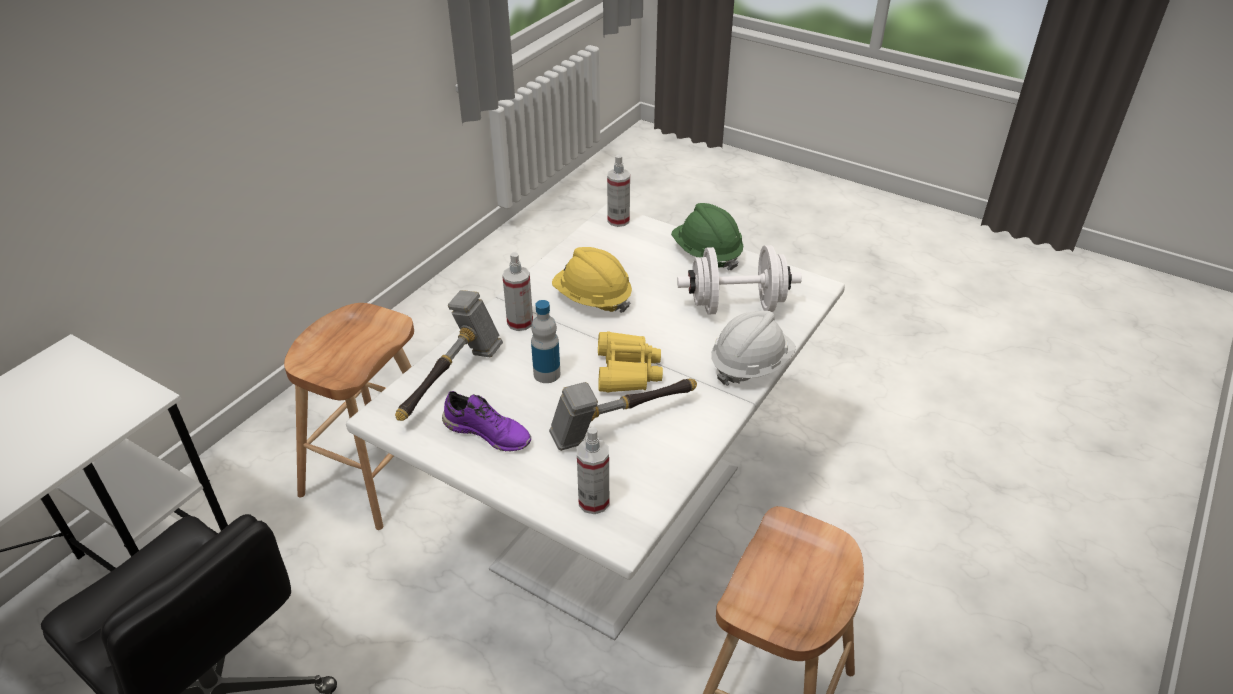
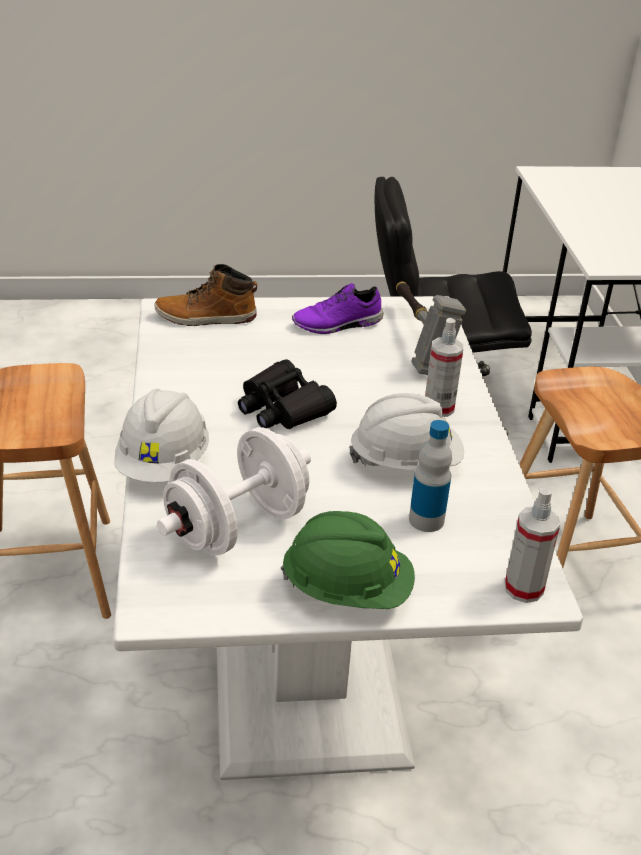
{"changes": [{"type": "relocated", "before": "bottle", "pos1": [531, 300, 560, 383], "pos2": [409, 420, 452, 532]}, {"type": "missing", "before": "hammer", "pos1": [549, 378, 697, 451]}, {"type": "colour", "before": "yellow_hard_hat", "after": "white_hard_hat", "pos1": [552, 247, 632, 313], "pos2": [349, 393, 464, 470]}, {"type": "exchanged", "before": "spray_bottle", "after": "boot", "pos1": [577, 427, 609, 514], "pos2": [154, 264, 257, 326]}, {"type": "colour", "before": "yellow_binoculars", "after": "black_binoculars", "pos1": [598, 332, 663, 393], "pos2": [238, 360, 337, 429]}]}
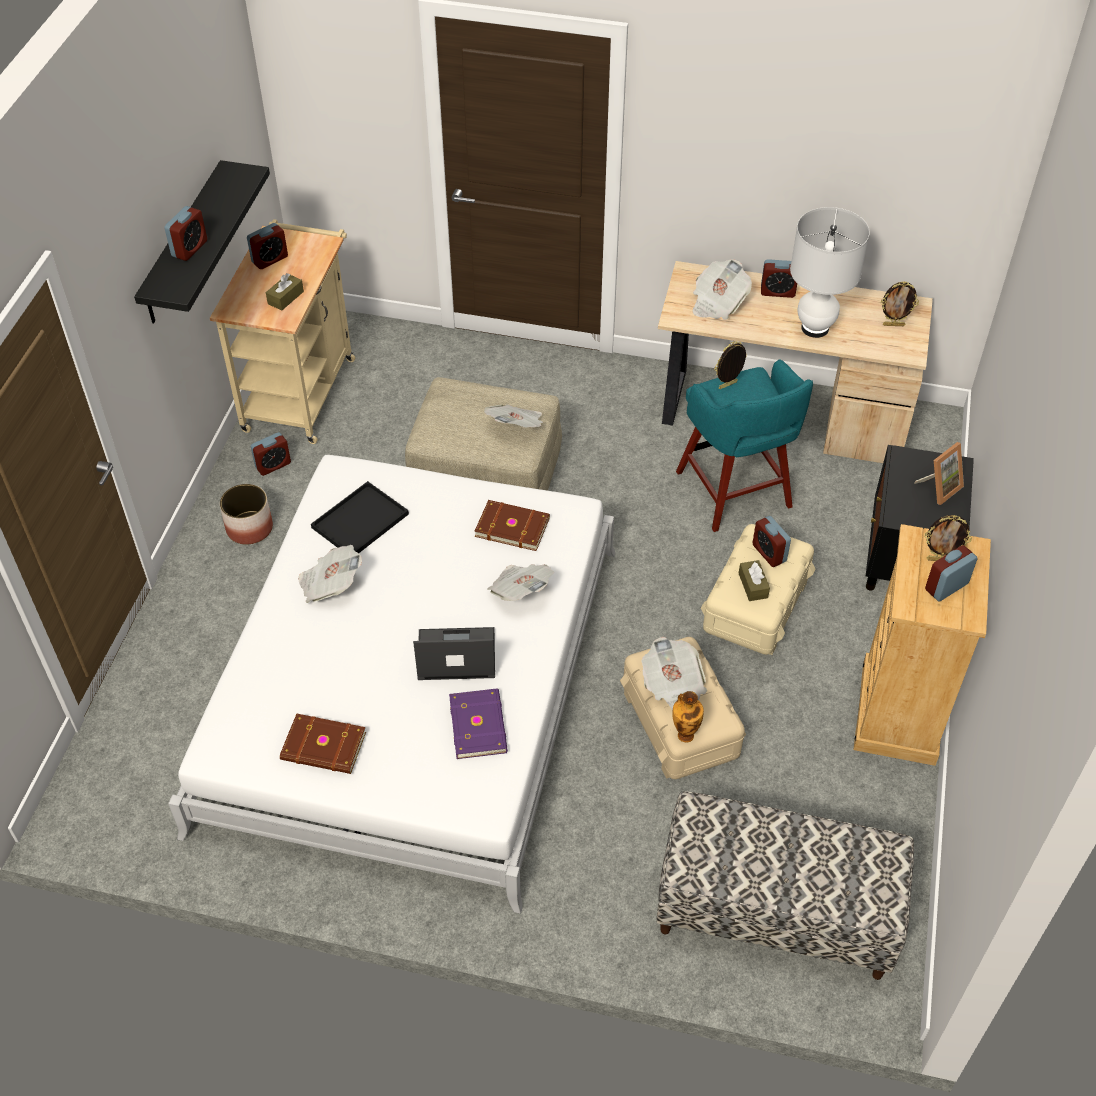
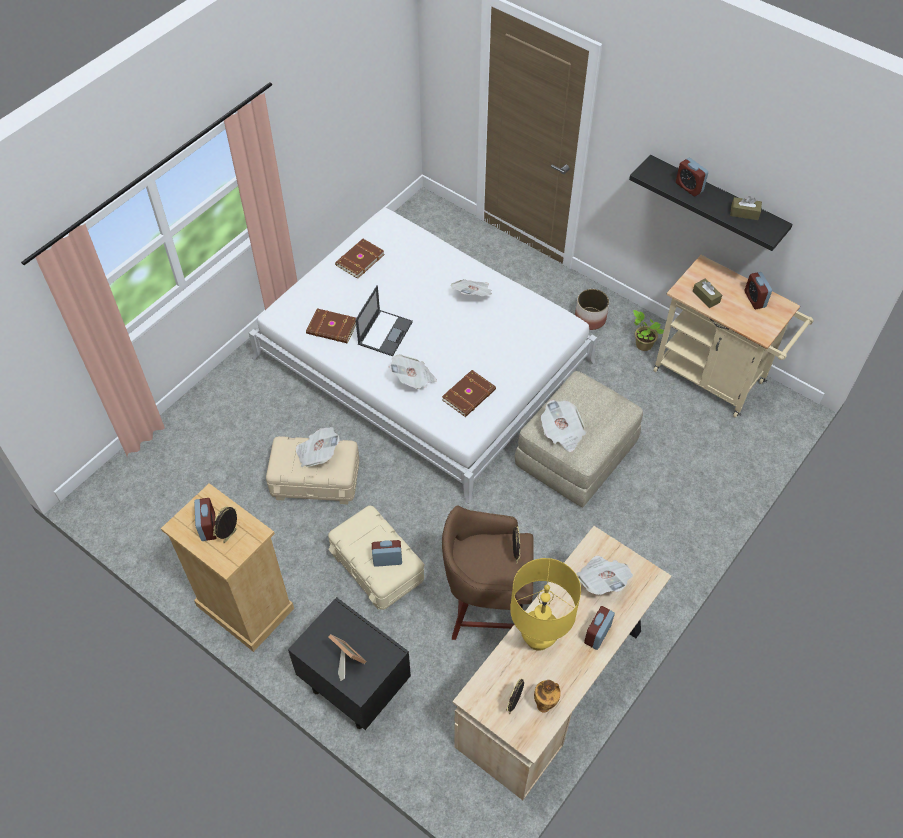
{"changes": [{"type": "exchanged", "before": "alarm_clock", "after": "potted_plant", "pos1": [251, 432, 291, 476], "pos2": [633, 310, 664, 351]}, {"type": "missing", "before": "black_tray", "pos1": [311, 481, 409, 553]}, {"type": "colour", "before": "purple_book", "after": "brown_book", "pos1": [449, 689, 508, 759], "pos2": [306, 308, 356, 344]}, {"type": "missing", "before": "bench", "pos1": [656, 791, 914, 980]}, {"type": "relocated", "before": "vase", "pos1": [672, 691, 704, 743], "pos2": [534, 680, 561, 712]}, {"type": "colour", "before": "turquoise_stool", "after": "brown_stool", "pos1": [676, 359, 813, 532], "pos2": [442, 505, 534, 640]}, {"type": "relocated", "before": "brown_tissue_box", "pos1": [739, 560, 770, 601], "pos2": [730, 196, 762, 220]}, {"type": "colour", "before": "white_table_lamp", "after": "yellow_table_lamp", "pos1": [790, 207, 870, 338], "pos2": [510, 558, 581, 651]}, {"type": "spun", "before": "picture_frame", "pos1": [914, 442, 964, 505], "pos2": [328, 634, 367, 681], "turn": 150}]}
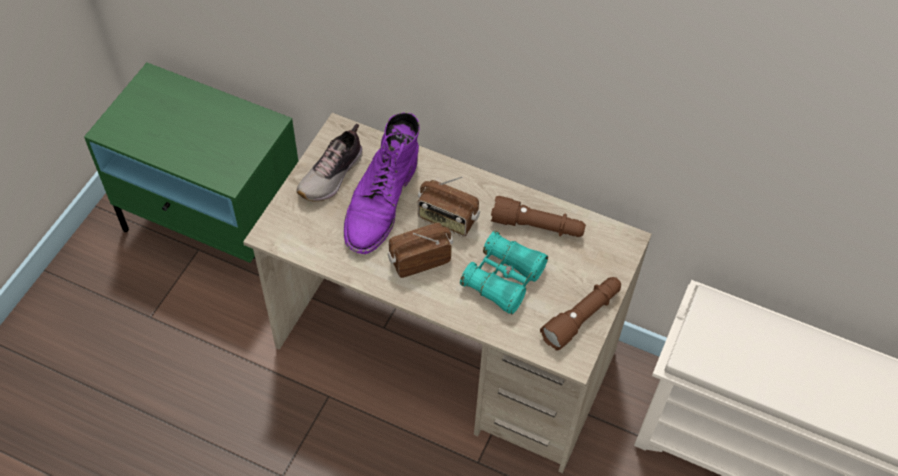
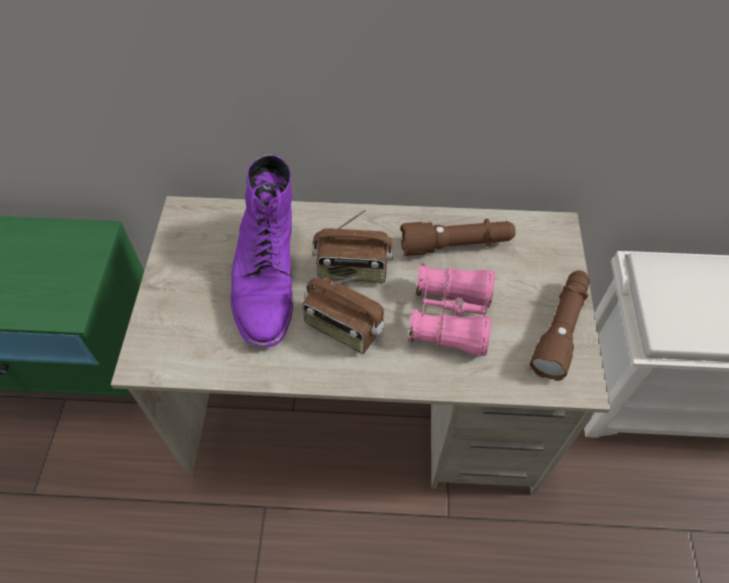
{"changes": [{"type": "missing", "before": "shoe", "pos1": [296, 123, 363, 202]}, {"type": "spun", "before": "radio", "pos1": [388, 223, 453, 278], "pos2": [302, 276, 384, 354], "turn": -105}, {"type": "colour", "before": "turquoise_binoculars", "after": "pink_binoculars", "pos1": [460, 231, 548, 314], "pos2": [408, 263, 495, 356]}]}
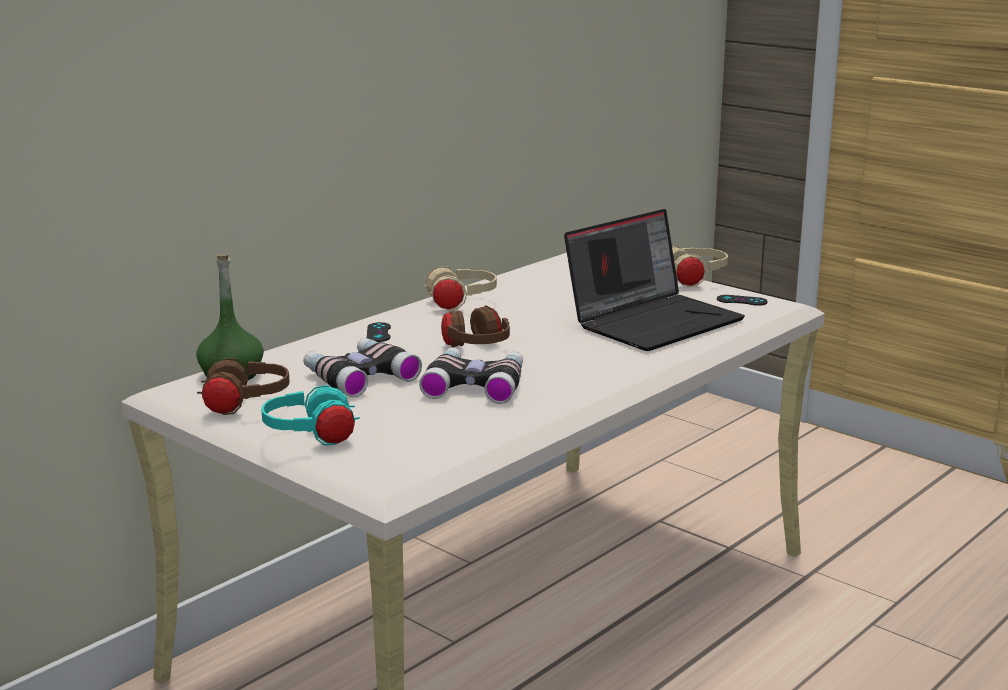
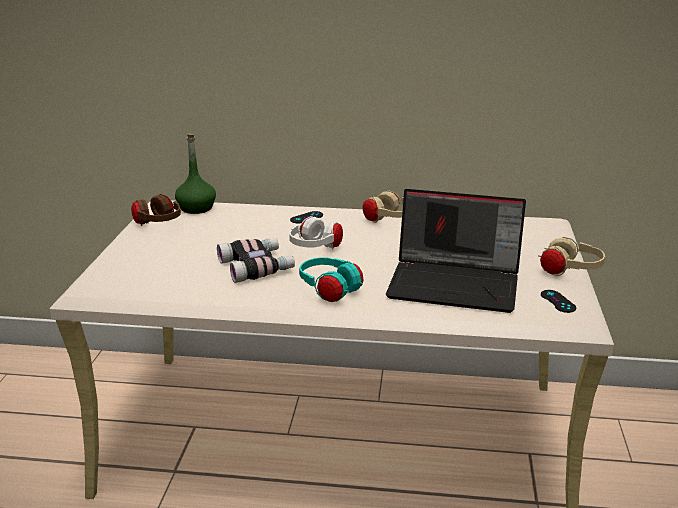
{"changes": [{"type": "relocated", "before": "turquoise_headphones", "pos1": [261, 385, 360, 445], "pos2": [299, 257, 364, 302]}, {"type": "missing", "before": "binoculars", "pos1": [303, 338, 422, 397]}, {"type": "colour", "before": "brown_headphones", "after": "white_headphones", "pos1": [441, 305, 510, 348], "pos2": [289, 216, 343, 250]}]}
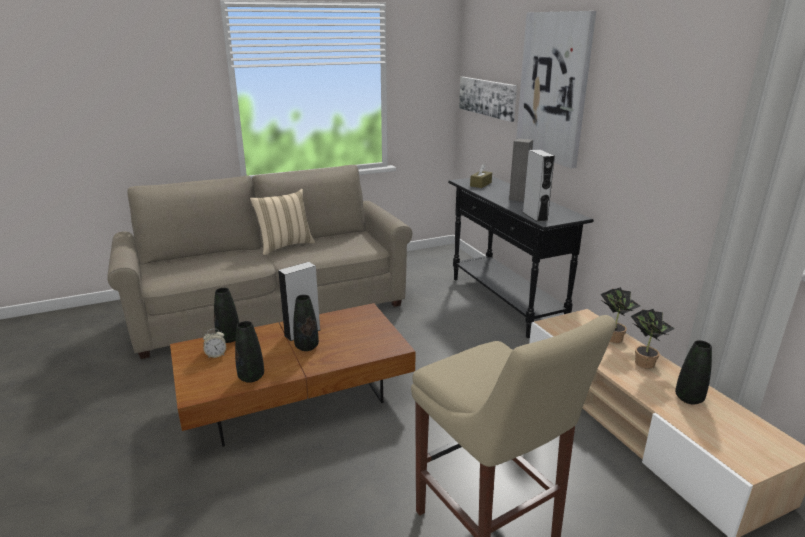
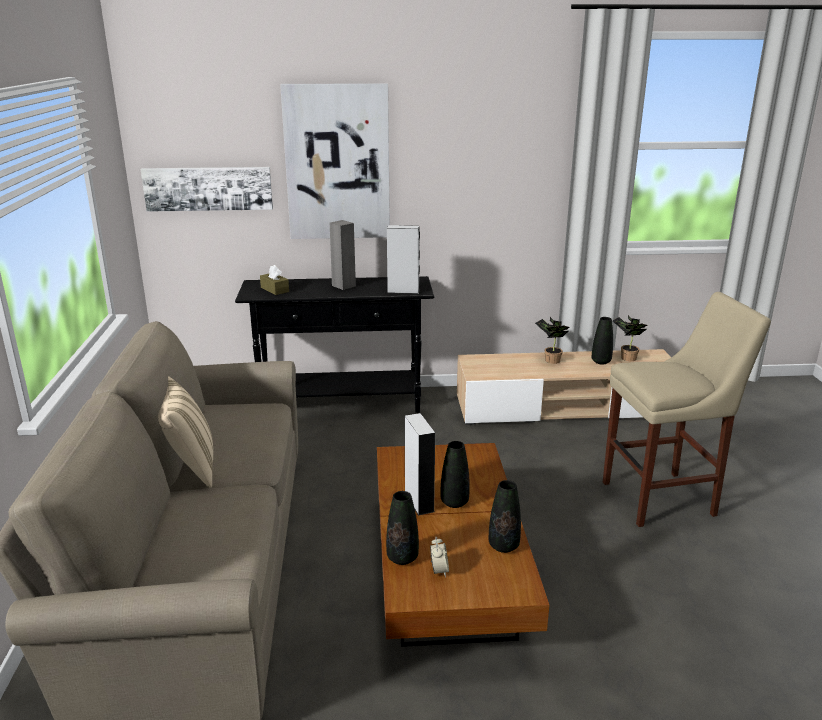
{"changes": [{"type": "relocated", "before": "potted_plant", "pos1": [601, 287, 640, 343], "pos2": [613, 315, 647, 361]}]}
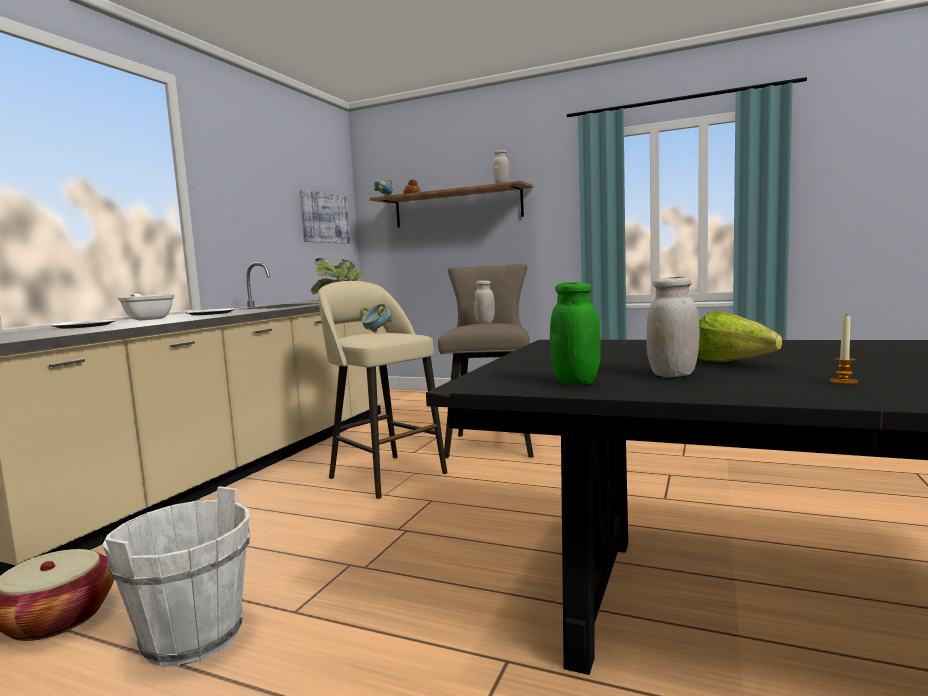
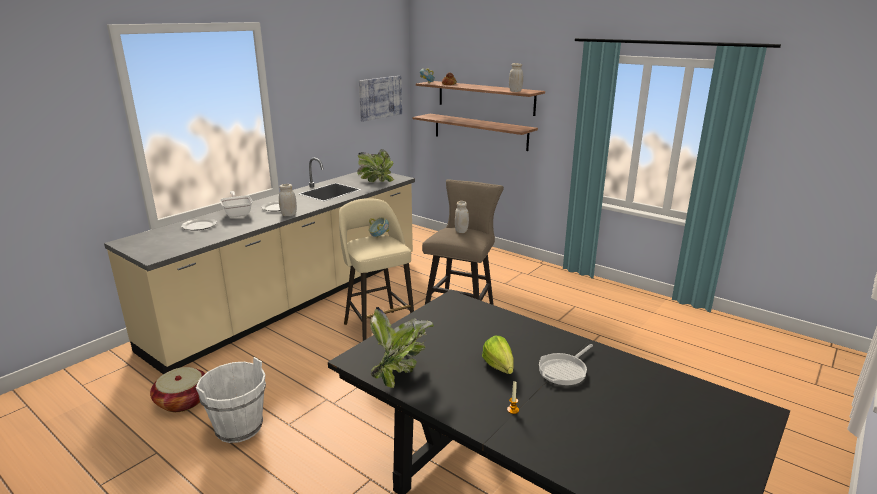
{"changes": [{"type": "exchanged", "before": "green_jar", "after": "potted_plant", "pos1": [550, 282, 601, 385], "pos2": [370, 307, 434, 388]}, {"type": "relocated", "before": "white_jar", "pos1": [646, 276, 700, 377], "pos2": [279, 184, 297, 216]}, {"type": "appeared", "after": "shelf", "pos2": [413, 114, 538, 151]}, {"type": "appeared", "after": "frying_pan", "pos2": [539, 344, 593, 385]}]}
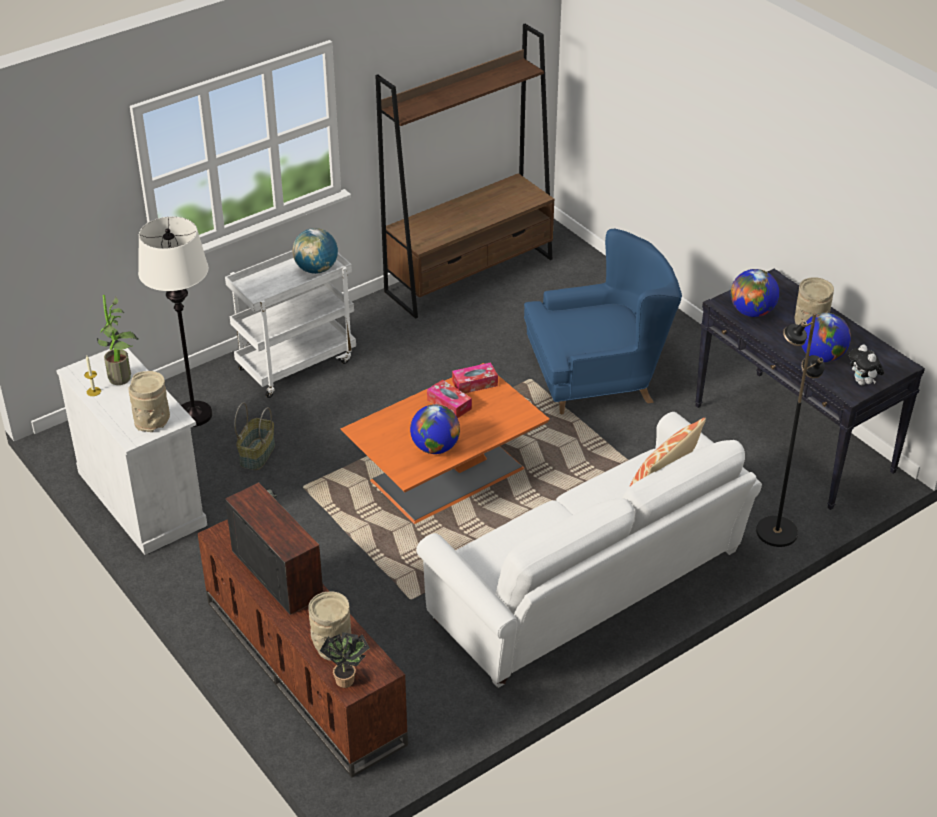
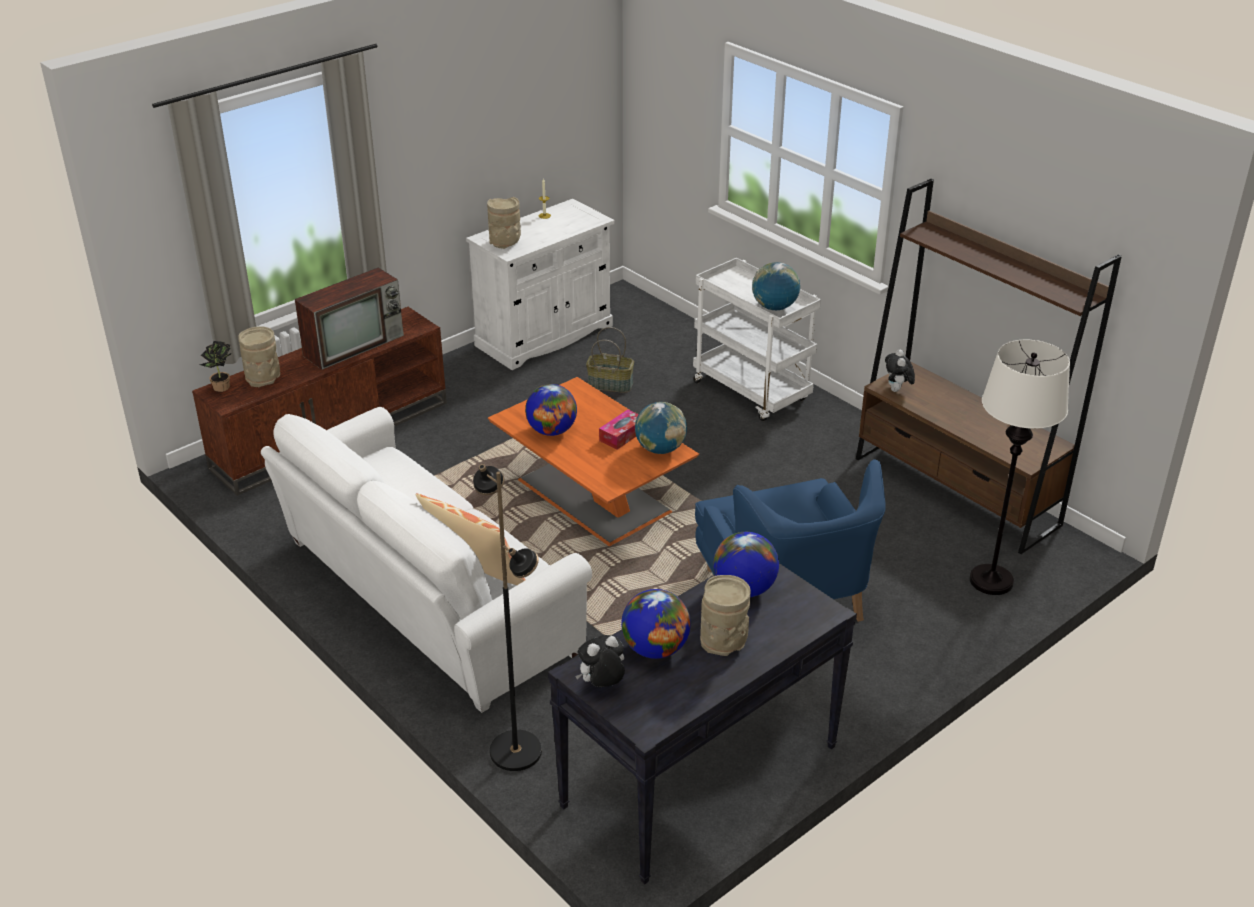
{"changes": [{"type": "missing", "before": "potted_plant", "pos1": [97, 295, 139, 385]}, {"type": "relocated", "before": "white_floor_lamp", "pos1": [138, 216, 212, 427], "pos2": [970, 340, 1070, 595]}, {"type": "exchanged", "before": "tissue_box", "after": "globe", "pos1": [452, 362, 498, 393], "pos2": [635, 402, 687, 454]}, {"type": "appeared", "after": "plush_toy", "pos2": [885, 350, 915, 392]}]}
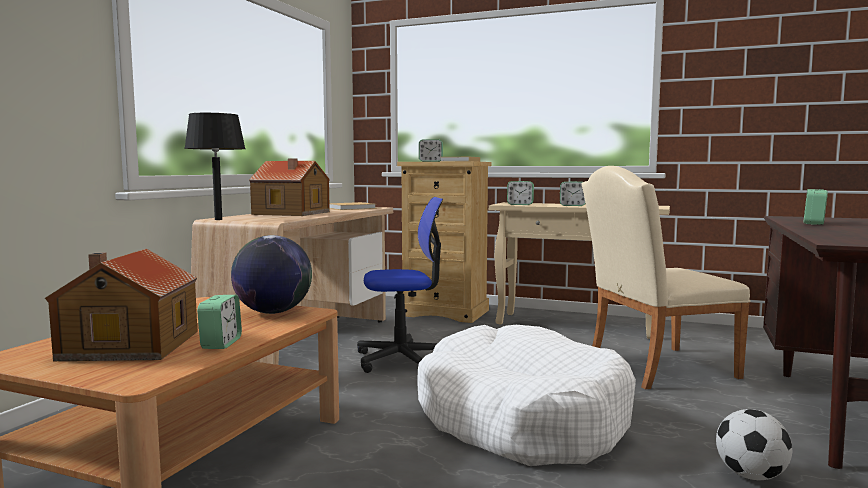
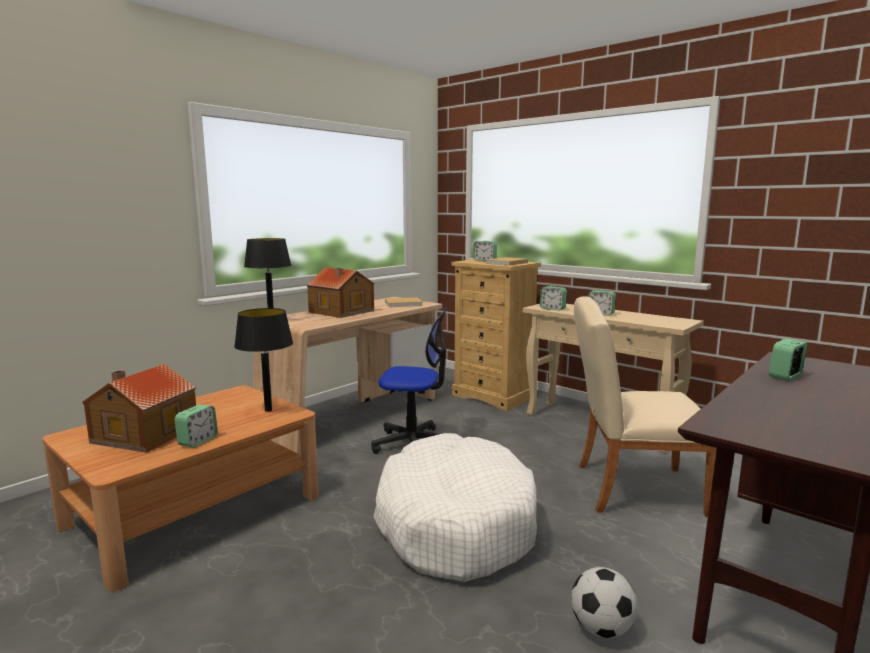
{"changes": [{"type": "exchanged", "before": "globe", "after": "black_table_lamp", "pos1": [231, 235, 312, 314], "pos2": [234, 308, 293, 412]}]}
